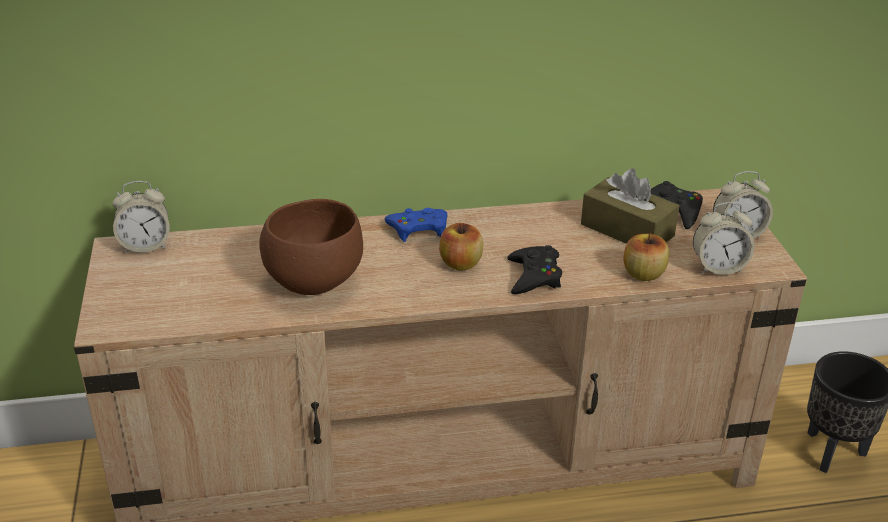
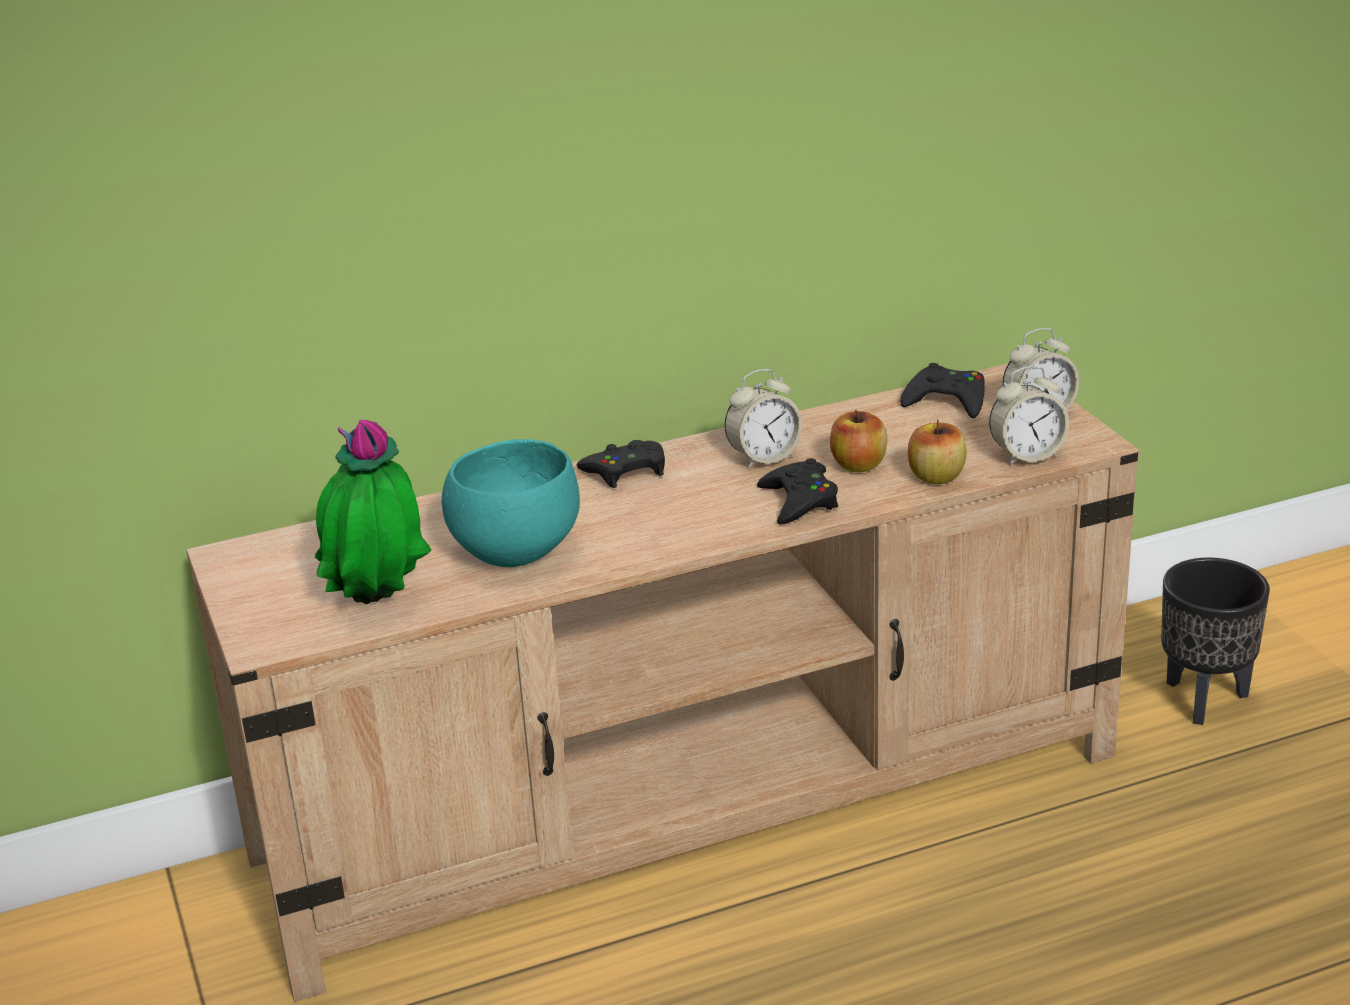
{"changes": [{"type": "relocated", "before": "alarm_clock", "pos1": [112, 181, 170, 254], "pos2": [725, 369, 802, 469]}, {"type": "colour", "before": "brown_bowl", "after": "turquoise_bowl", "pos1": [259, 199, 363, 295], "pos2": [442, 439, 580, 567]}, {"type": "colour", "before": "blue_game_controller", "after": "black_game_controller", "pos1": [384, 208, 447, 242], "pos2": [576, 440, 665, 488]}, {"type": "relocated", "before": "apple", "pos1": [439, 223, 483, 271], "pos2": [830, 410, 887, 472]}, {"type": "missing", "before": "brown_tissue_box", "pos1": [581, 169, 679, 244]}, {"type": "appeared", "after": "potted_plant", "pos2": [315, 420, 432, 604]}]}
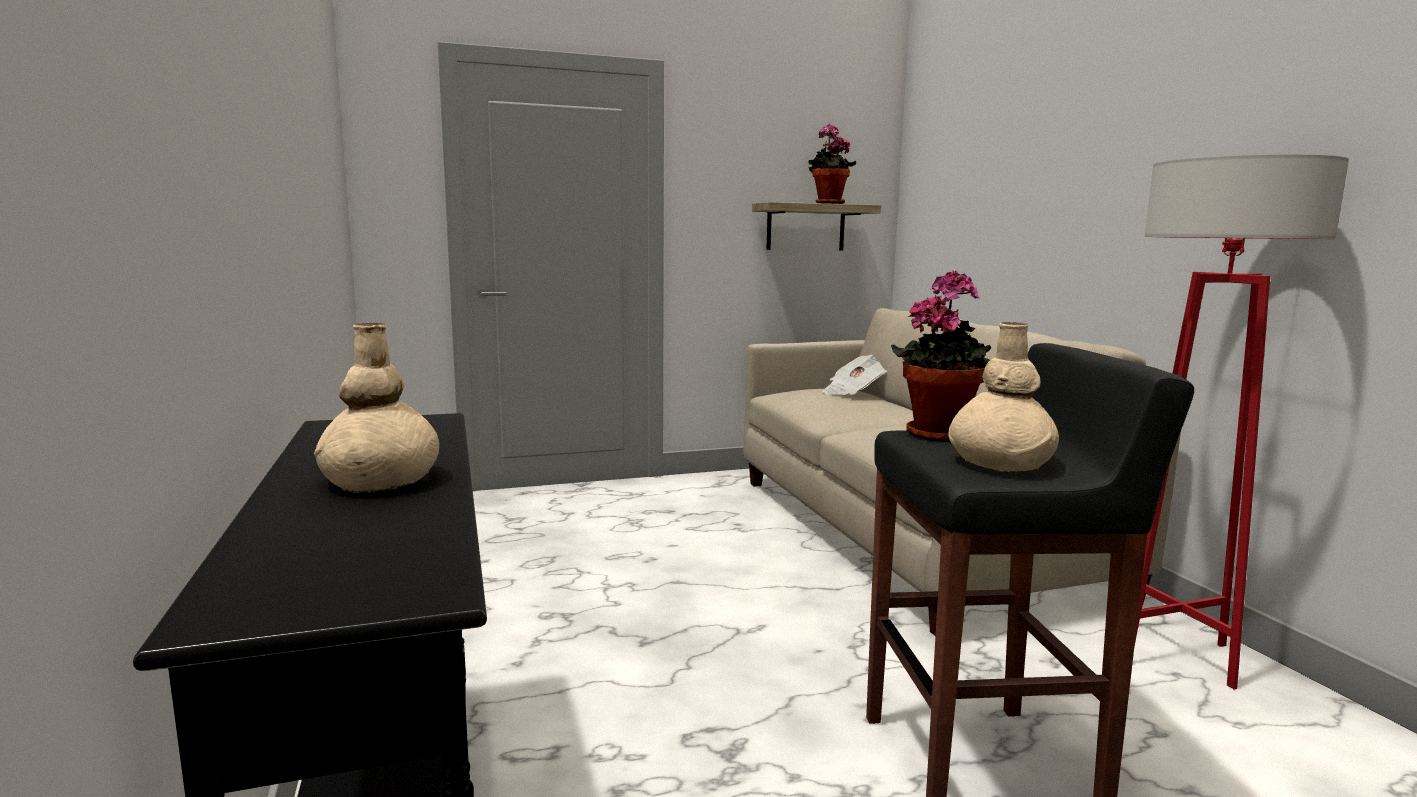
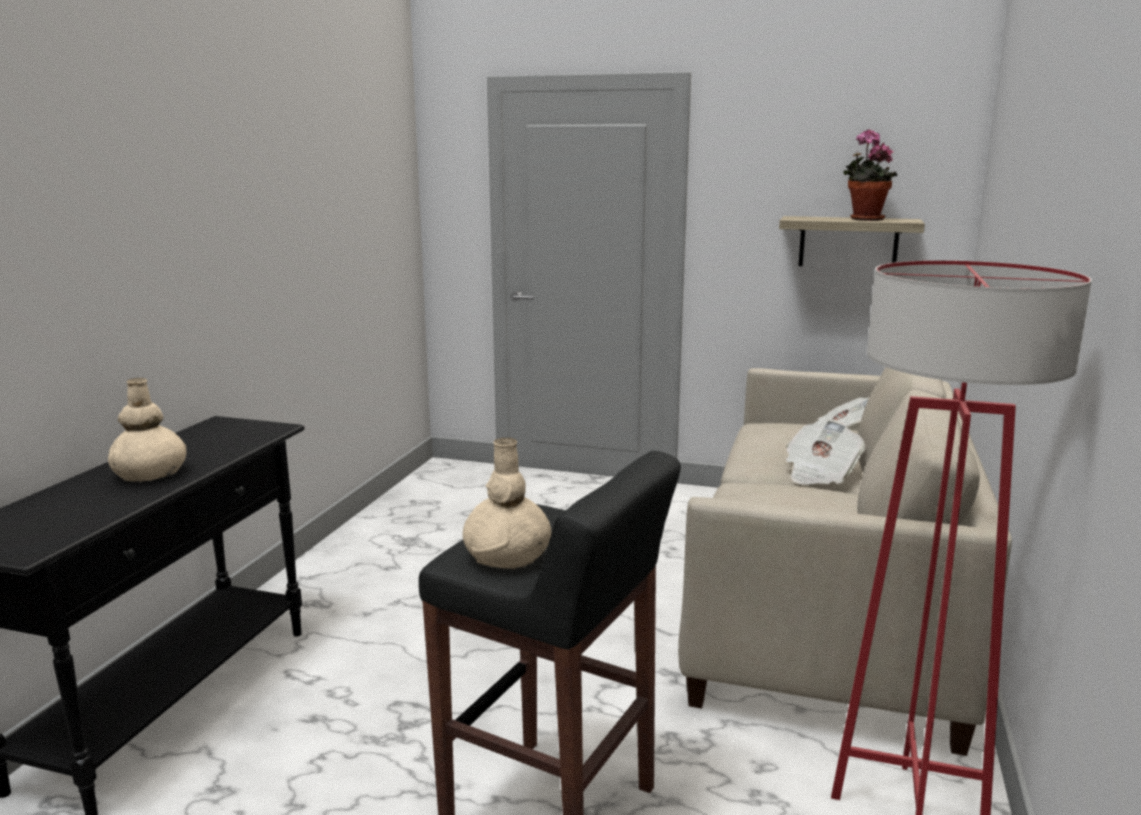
{"changes": [{"type": "missing", "before": "potted_plant", "pos1": [891, 270, 991, 442]}, {"type": "appeared", "after": "newspaper", "pos2": [786, 420, 866, 485]}]}
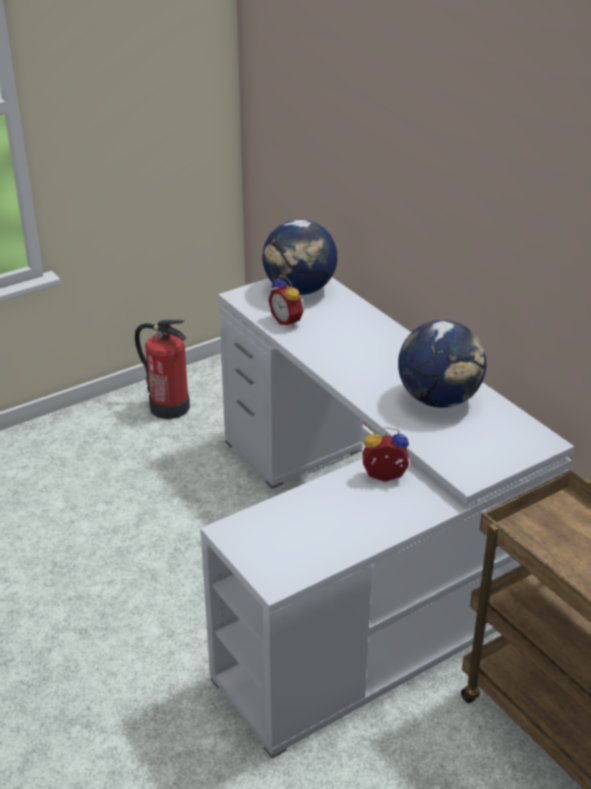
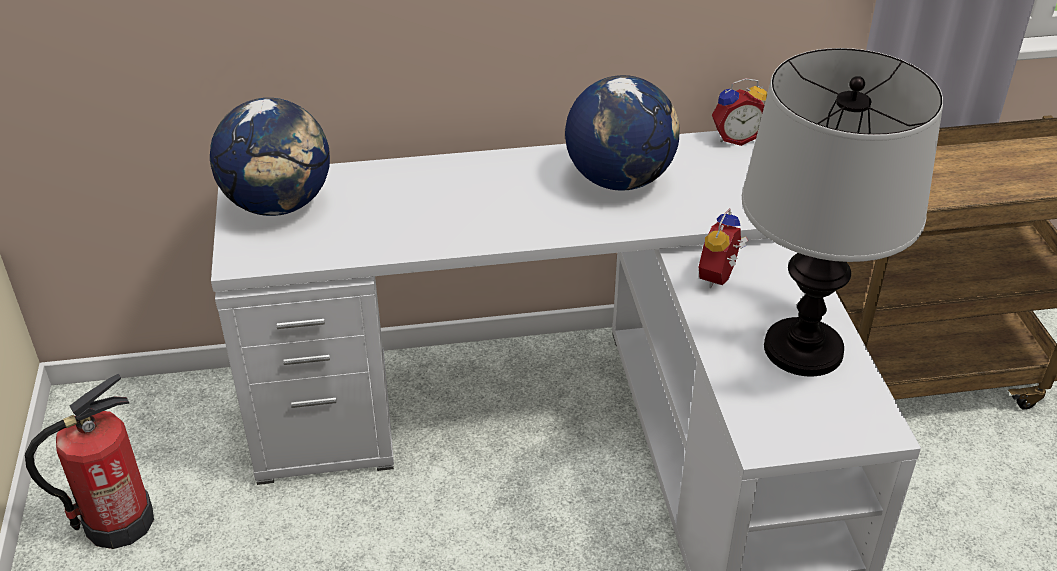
{"changes": [{"type": "relocated", "before": "alarm_clock", "pos1": [268, 275, 304, 327], "pos2": [712, 78, 767, 146]}, {"type": "appeared", "after": "table_lamp", "pos2": [742, 48, 943, 377]}]}
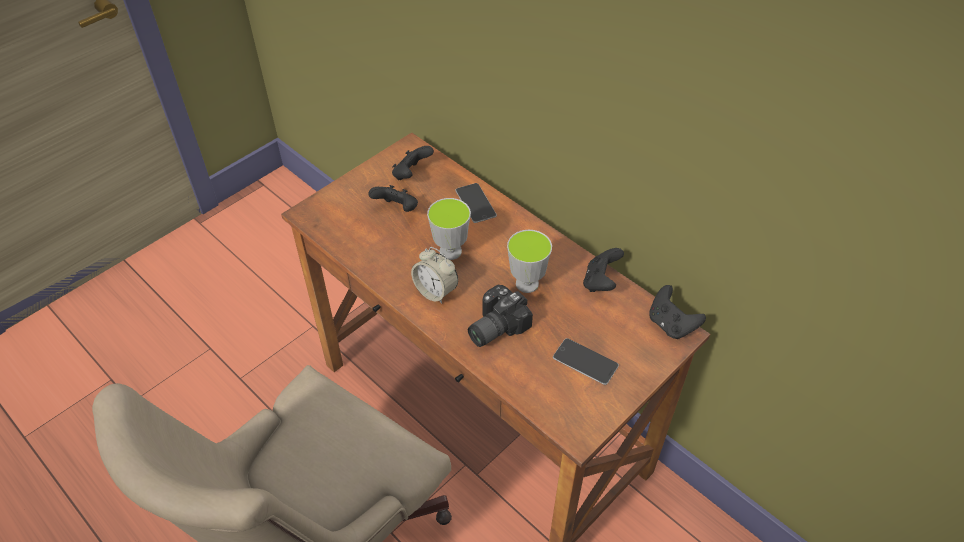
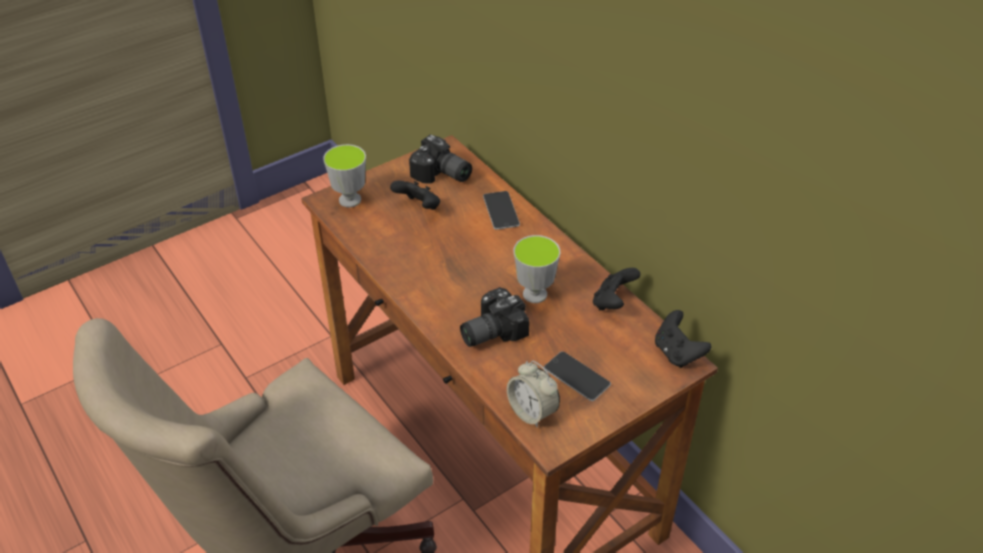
{"changes": [{"type": "exchanged", "before": "black_game_controller", "after": "photo_camera", "pos1": [392, 146, 434, 180], "pos2": [409, 135, 472, 184]}, {"type": "relocated", "before": "alarm_clock", "pos1": [411, 247, 458, 304], "pos2": [507, 361, 560, 428]}, {"type": "relocated", "before": "cup", "pos1": [427, 198, 471, 260], "pos2": [323, 144, 366, 207]}]}
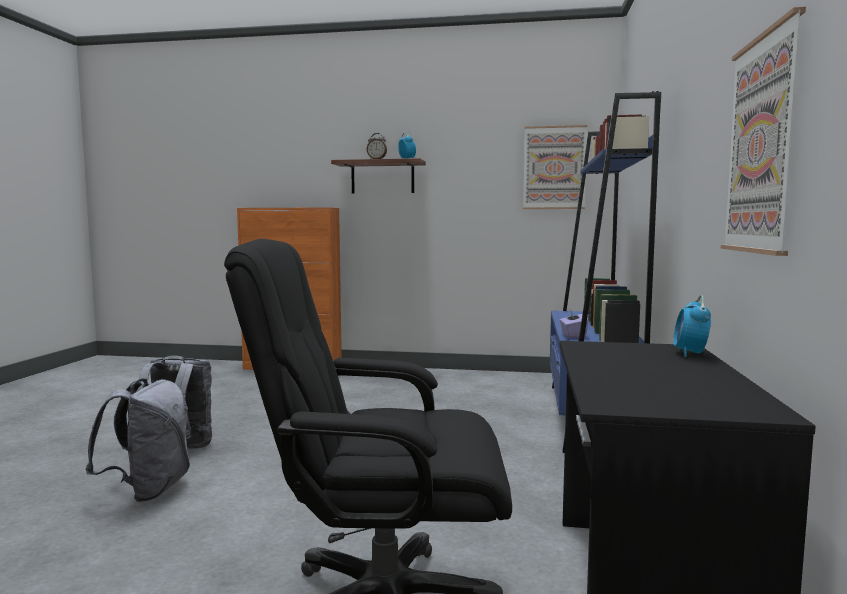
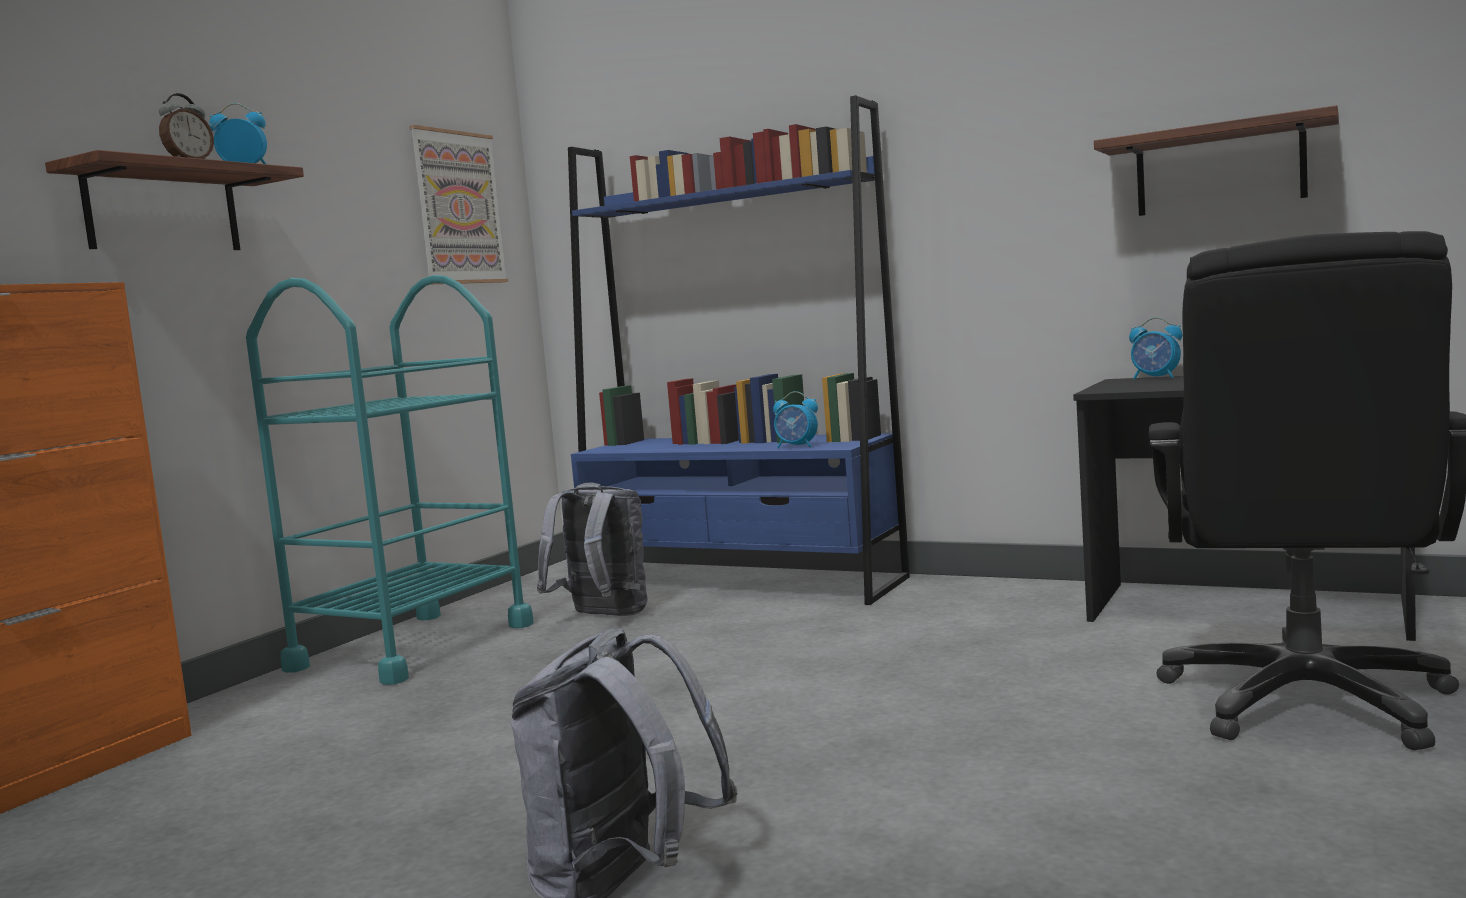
{"changes": [{"type": "relocated", "before": "grey_backpack", "pos1": [86, 379, 190, 502], "pos2": [537, 483, 648, 616]}, {"type": "exchanged", "before": "purple_tissue_box", "after": "alarm_clock", "pos1": [560, 309, 588, 338], "pos2": [773, 391, 818, 449]}, {"type": "exchanged", "before": "picture", "after": "shelf", "pos1": [721, 7, 806, 256], "pos2": [1094, 105, 1339, 216]}, {"type": "appeared", "after": "turquoise_cart", "pos2": [246, 275, 534, 685]}]}
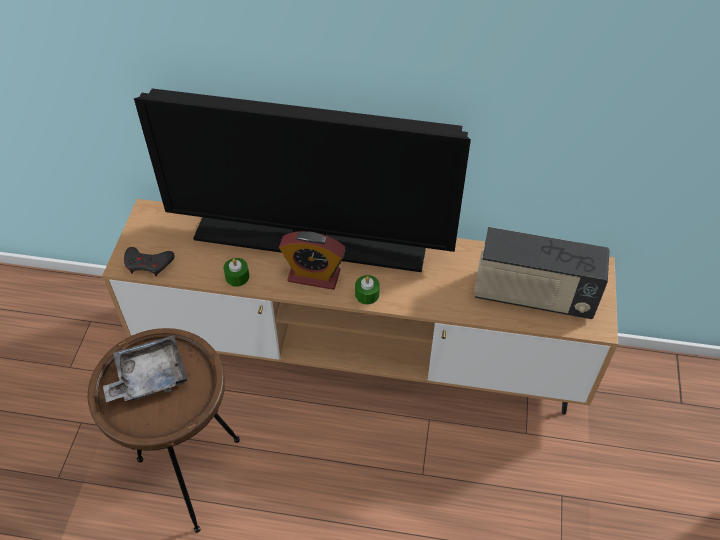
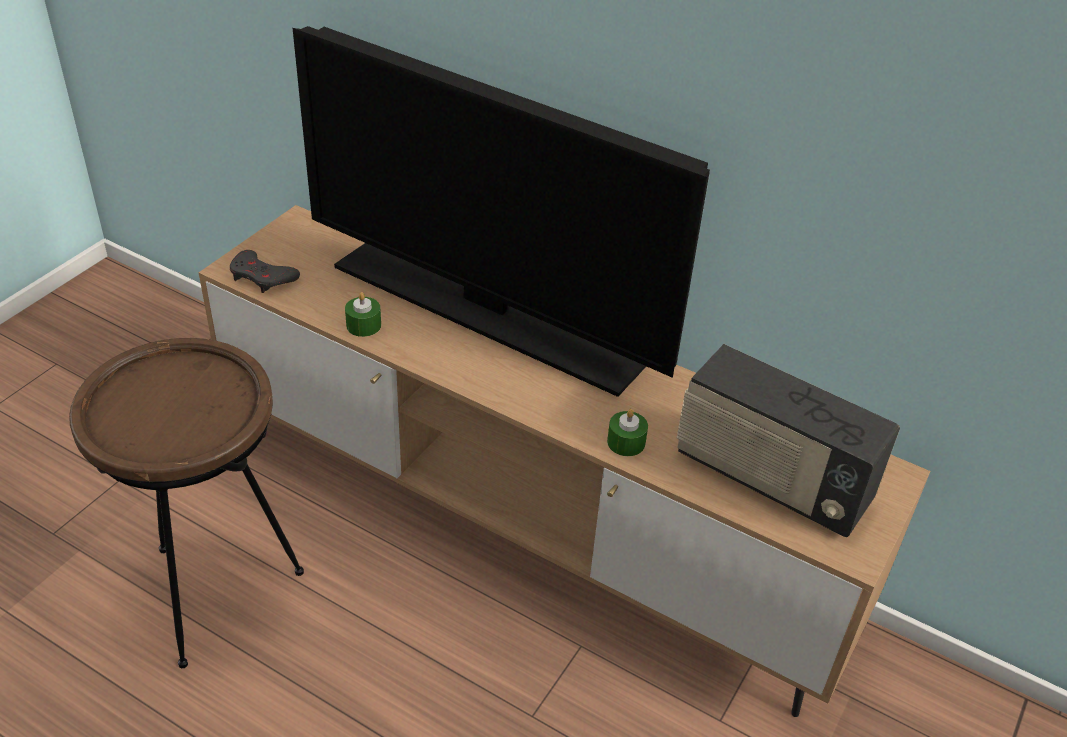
{"changes": [{"type": "missing", "before": "grey_tray", "pos1": [103, 335, 187, 402]}, {"type": "missing", "before": "alarm_clock", "pos1": [279, 231, 346, 290]}, {"type": "relocated", "before": "green_candle", "pos1": [355, 275, 380, 304], "pos2": [607, 409, 648, 456]}]}
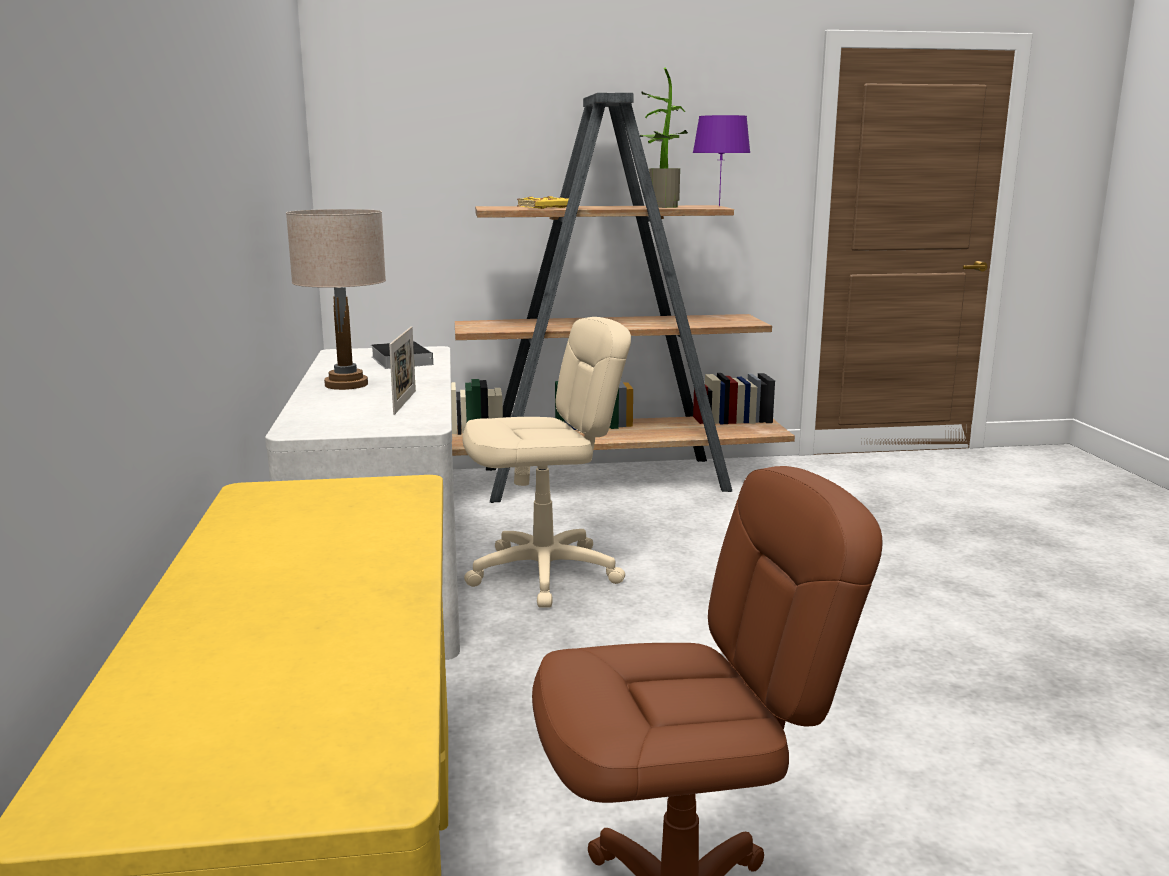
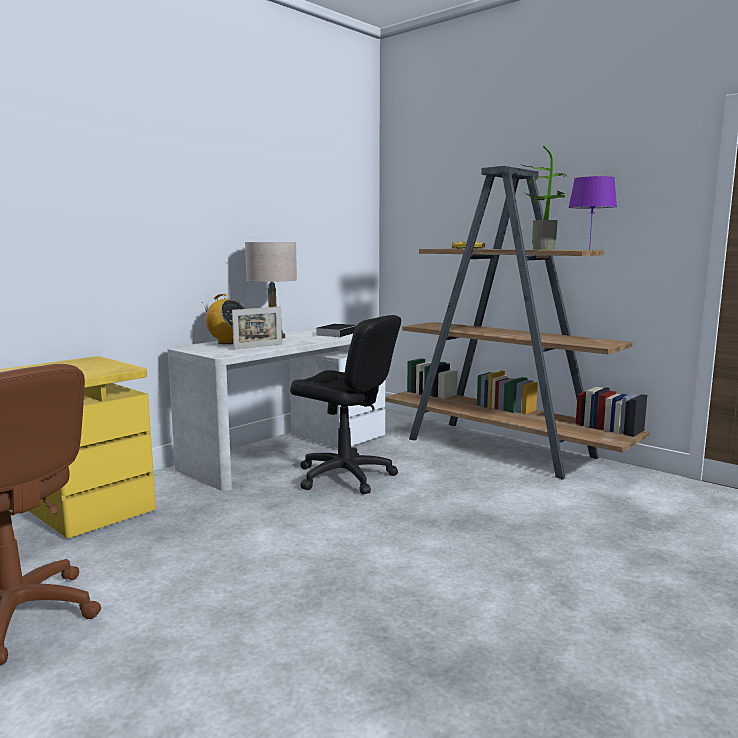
{"changes": [{"type": "colour", "before": "beige_office_chair", "after": "black_office_chair", "pos1": [462, 317, 631, 608], "pos2": [290, 315, 401, 494]}, {"type": "appeared", "after": "radio", "pos2": [202, 294, 246, 344]}]}
